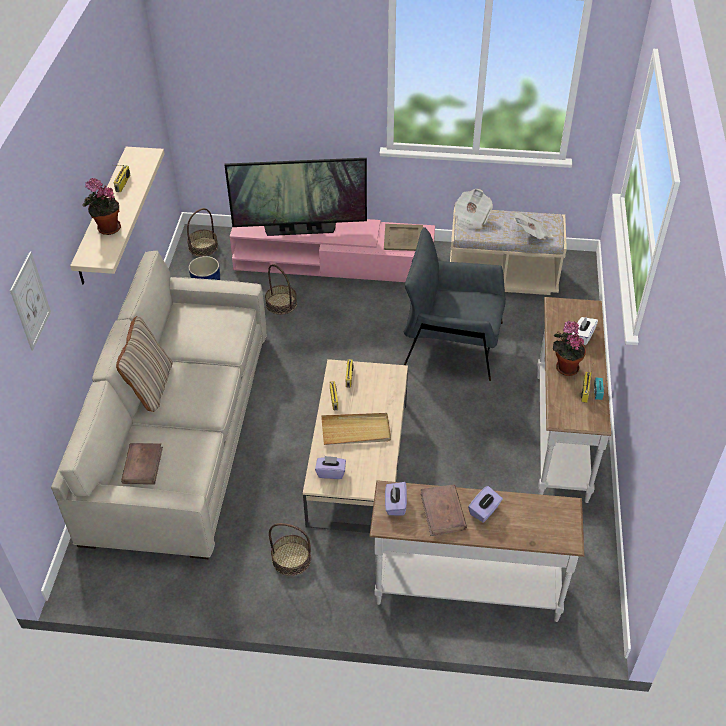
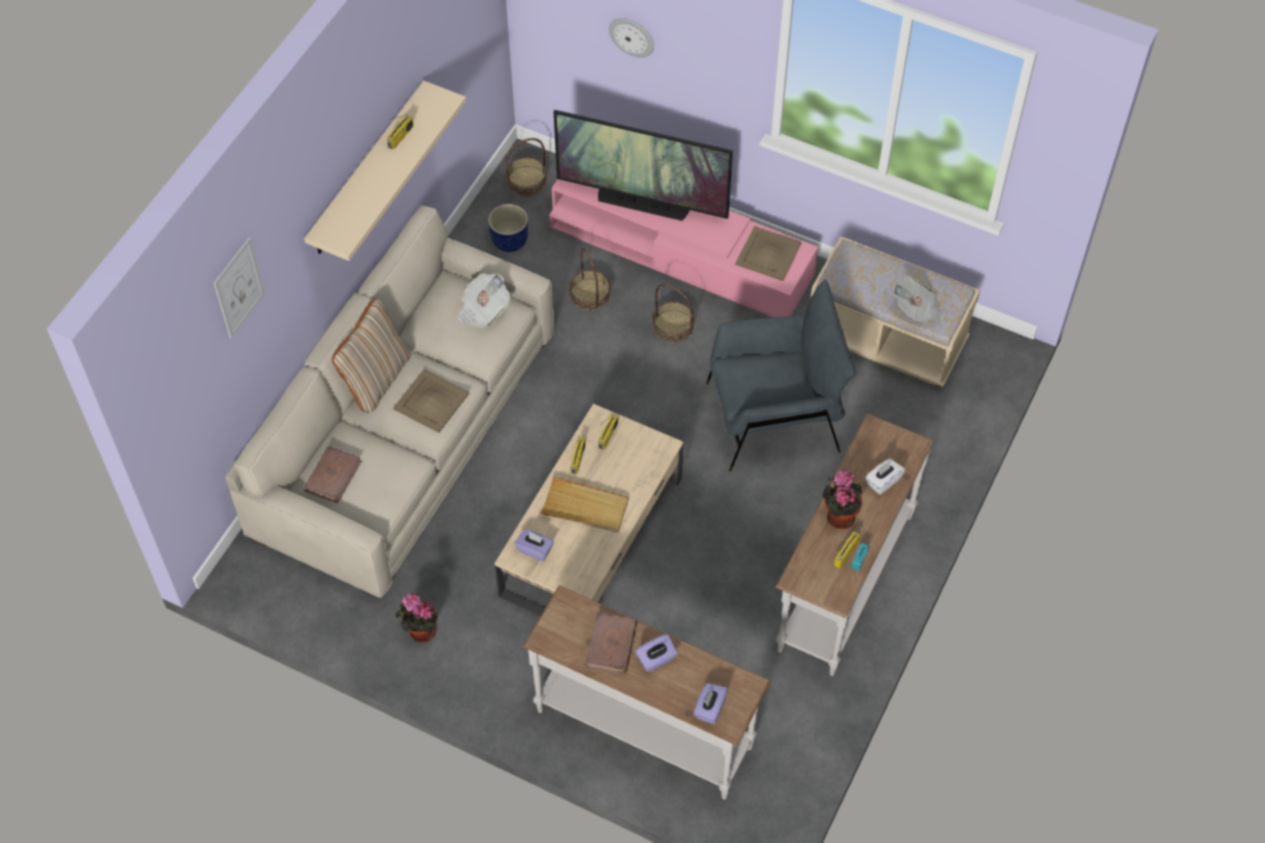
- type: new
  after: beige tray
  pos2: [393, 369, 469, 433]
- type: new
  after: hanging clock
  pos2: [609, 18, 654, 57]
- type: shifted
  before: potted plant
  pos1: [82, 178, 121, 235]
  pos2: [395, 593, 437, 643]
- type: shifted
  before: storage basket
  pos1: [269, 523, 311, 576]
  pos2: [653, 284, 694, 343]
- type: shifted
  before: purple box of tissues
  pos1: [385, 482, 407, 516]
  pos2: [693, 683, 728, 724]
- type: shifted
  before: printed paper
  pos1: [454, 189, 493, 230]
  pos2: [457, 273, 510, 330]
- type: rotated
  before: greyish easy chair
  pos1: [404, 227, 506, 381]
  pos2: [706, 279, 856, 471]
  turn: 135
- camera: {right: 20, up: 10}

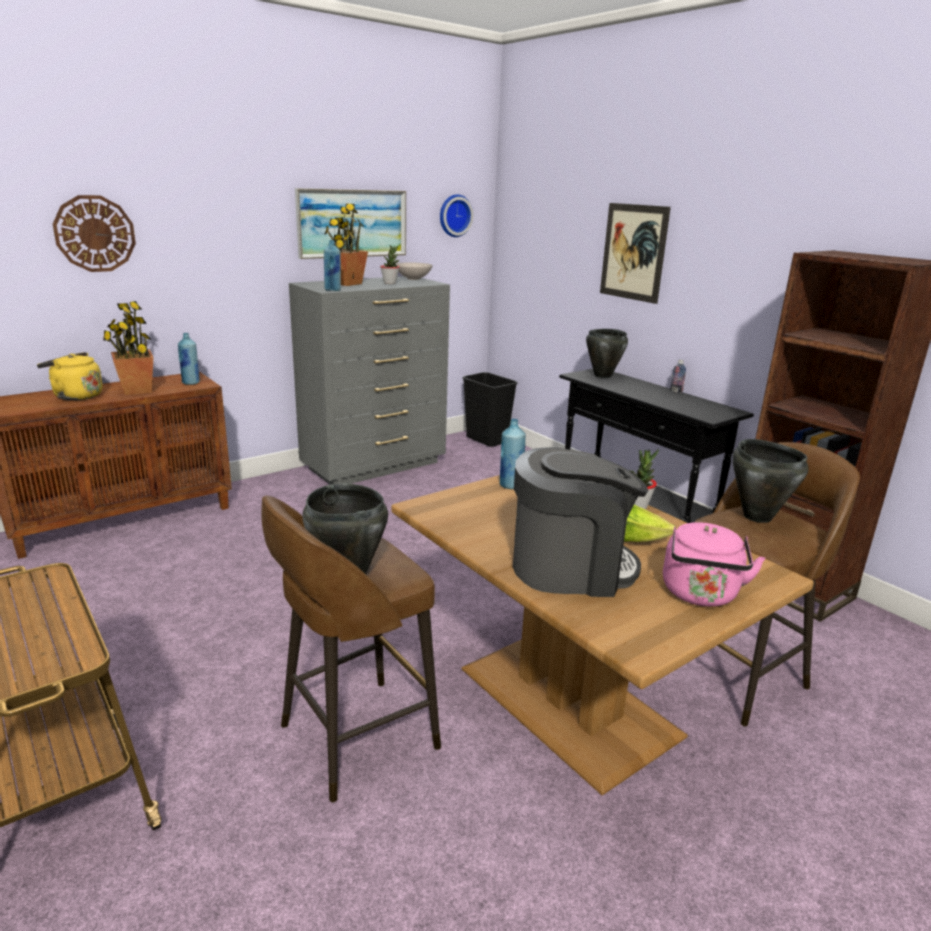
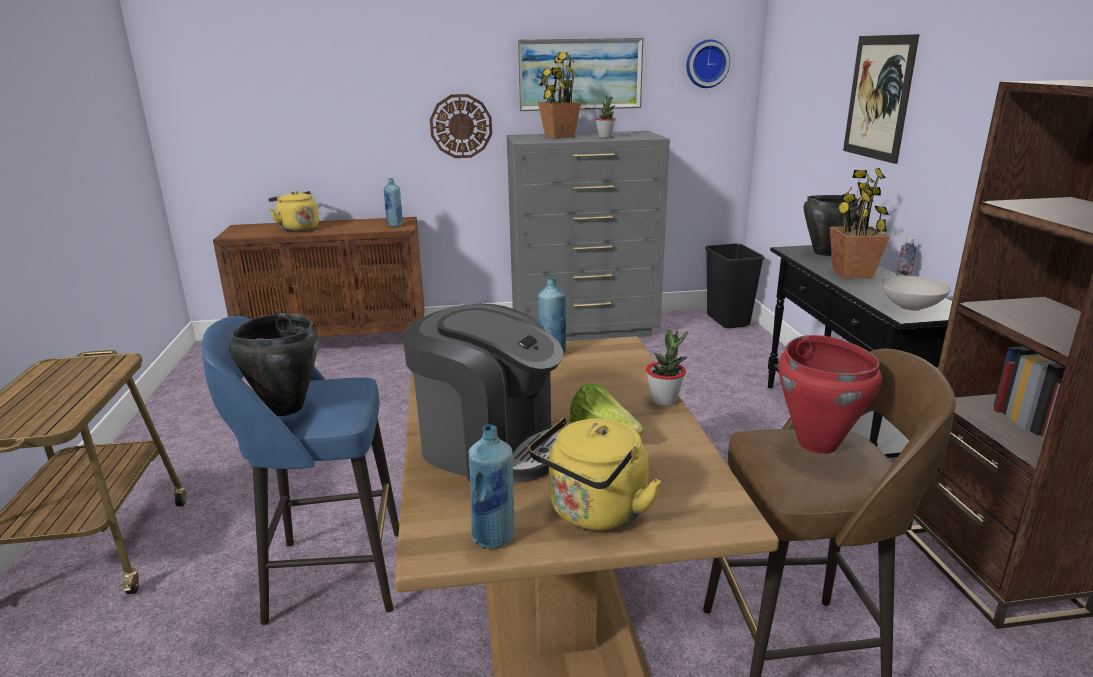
- type: shifted
  before: hanging clock
  pos1: [53, 195, 136, 272]
  pos2: [430, 94, 492, 158]
- type: shifted
  before: potted plant
  pos1: [103, 301, 153, 395]
  pos2: [830, 168, 890, 279]
- type: shifted
  before: blue beverage bottle
  pos1: [324, 240, 341, 291]
  pos2: [468, 424, 514, 549]
- type: shifted
  before: whitish deep dish
  pos1: [395, 262, 433, 280]
  pos2: [880, 275, 951, 311]
- type: repainted
  before: brown stool
  after: blue stool
  pos1: [262, 496, 441, 802]
  pos2: [202, 316, 399, 625]
- type: repainted
  before: pink water kettle
  after: yellow-coloured water kettle
  pos1: [663, 522, 765, 607]
  pos2: [529, 417, 661, 531]
- type: repainted
  before: black-coloured cooking pot
  after: red-coloured cooking pot
  pos1: [732, 439, 809, 523]
  pos2: [778, 335, 882, 454]
- camera: {right: 30, up: 0}

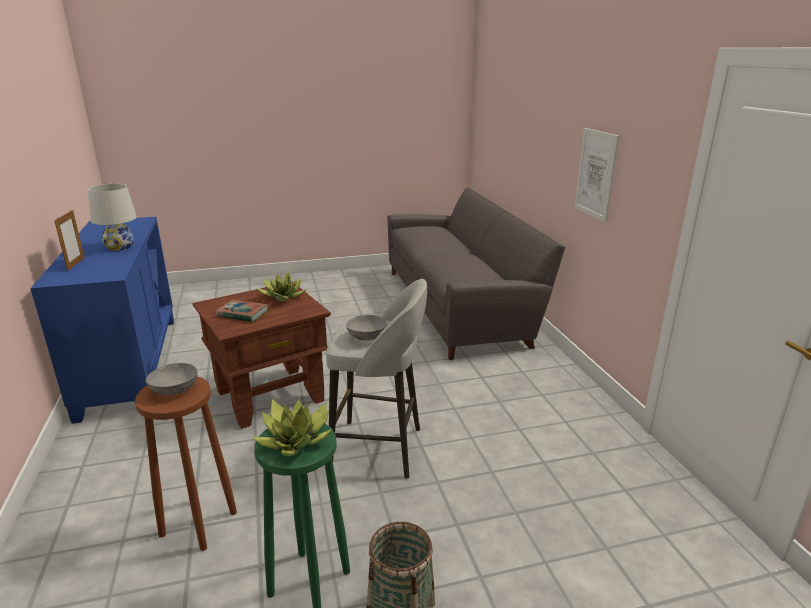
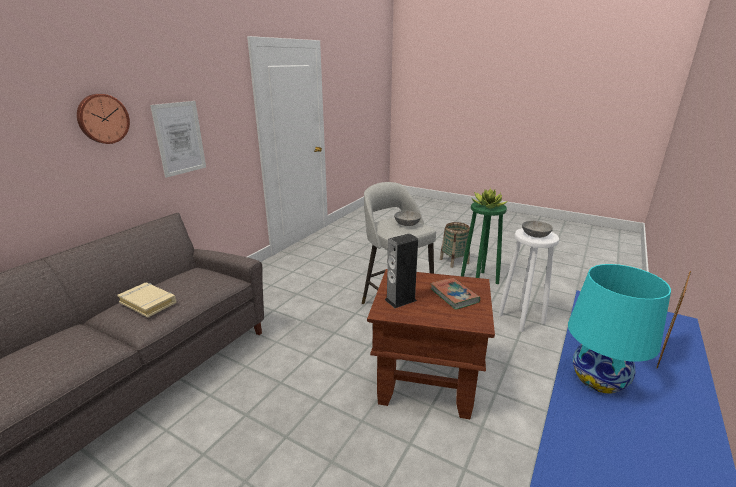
- type: new
  after: hanging clock
  pos2: [77, 94, 130, 144]
- type: new
  after: beige bound book
  pos2: [117, 282, 176, 317]
- type: swapped
  before: potted plant
  after: audio speaker
  pos1: [255, 271, 306, 301]
  pos2: [385, 233, 418, 308]
- type: repainted
  before: whitish lamp for a table
  after: blue-green lamp for a table
  pos1: [88, 184, 137, 251]
  pos2: [568, 264, 671, 394]
- type: repainted
  before: brown stool
  after: whitish stool
  pos1: [135, 376, 237, 551]
  pos2: [498, 228, 559, 332]
- camera: {right: -135, up: 0}

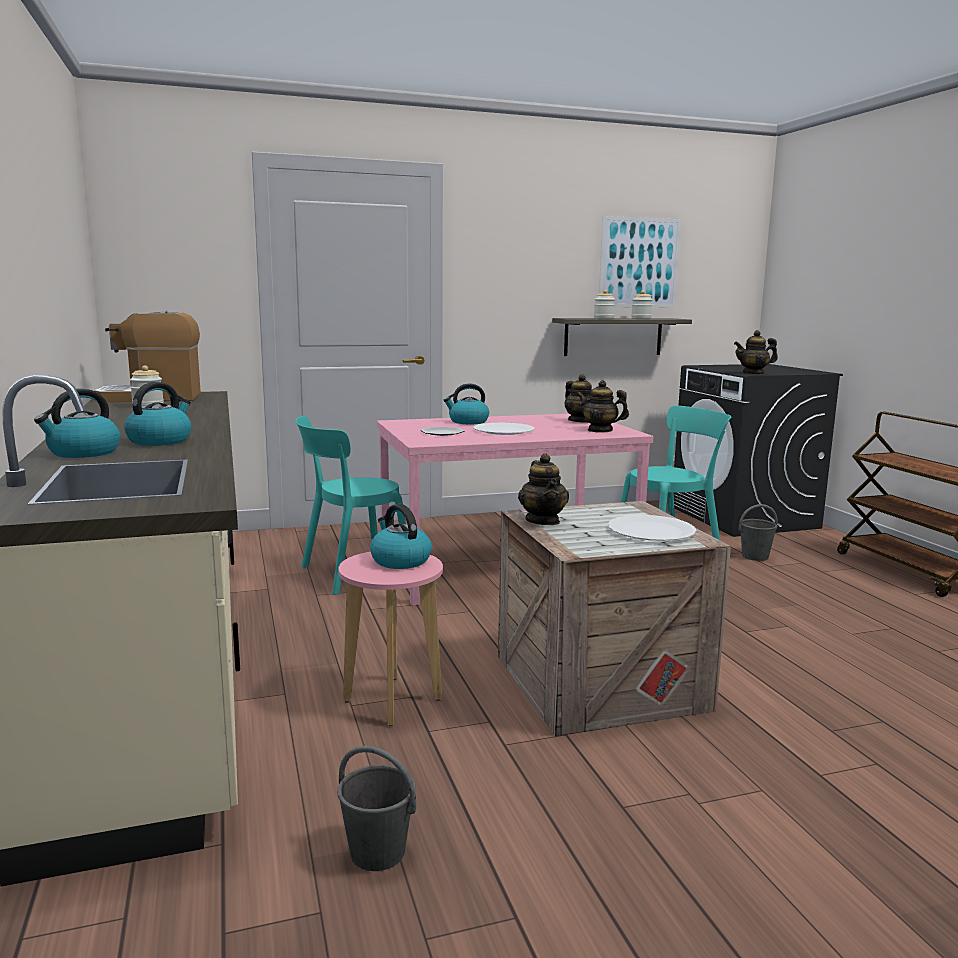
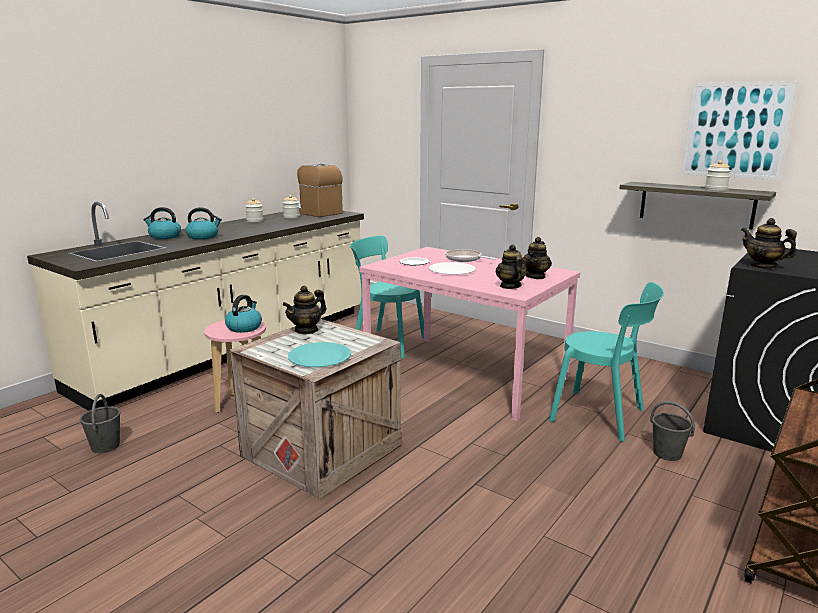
- type: shifted
  before: preserve jar
  pos1: [594, 290, 615, 319]
  pos2: [245, 198, 263, 222]
- type: swapped
  before: water kettle
  after: pan
  pos1: [443, 383, 489, 424]
  pos2: [445, 249, 496, 262]
- type: repainted
  before: whitish flat dish
  after: blue-green flat dish
  pos1: [608, 515, 696, 541]
  pos2: [288, 342, 351, 367]
- camera: {right: 55, up: 5}

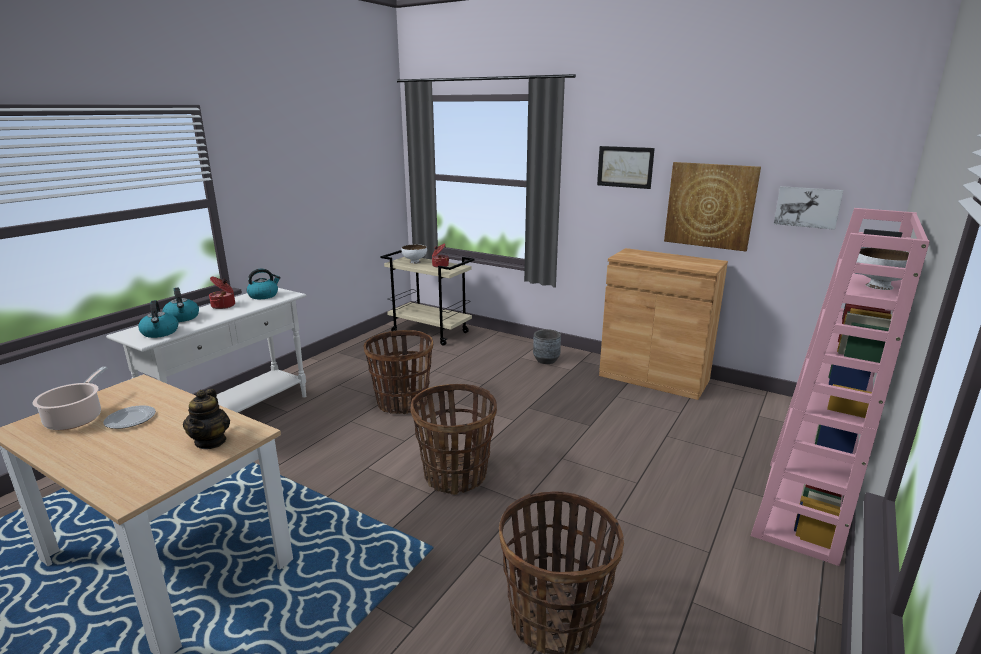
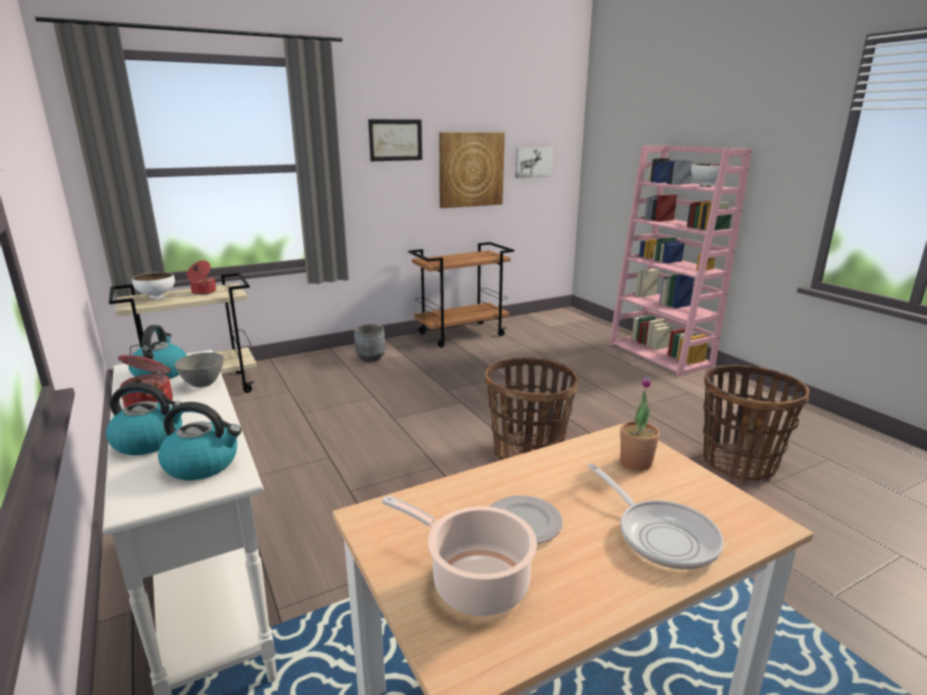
- type: gone
  before: storage basket
  pos1: [364, 330, 433, 414]
- type: new
  after: greyish deep dish
  pos2: [174, 352, 224, 387]
- type: new
  after: pan
  pos2: [588, 463, 724, 570]
- type: swapped
  before: pot for tea
  after: potted plant
  pos1: [183, 389, 230, 449]
  pos2: [620, 376, 660, 471]
- type: swapped
  before: brown cupboard
  after: brown wheeled cart
  pos1: [599, 248, 728, 400]
  pos2: [408, 242, 514, 348]
- camera: {right: -60, up: 0}

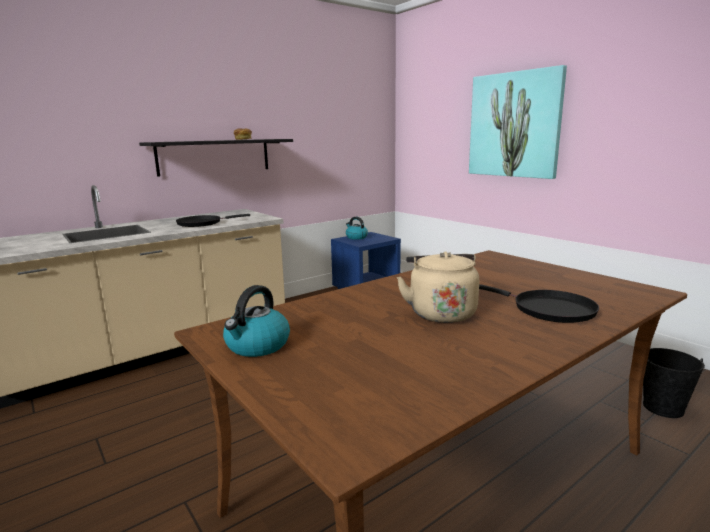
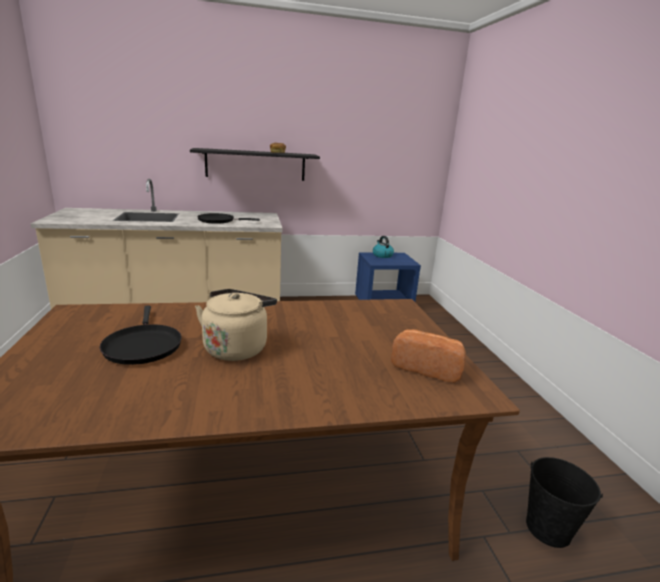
- type: gone
  before: water kettle
  pos1: [223, 285, 290, 357]
- type: gone
  before: wall picture
  pos1: [469, 65, 567, 179]
- type: new
  after: bakery bread
  pos2: [391, 329, 466, 383]
- type: shifted
  before: black-coloured pan
  pos1: [479, 284, 599, 323]
  pos2: [100, 305, 182, 365]
- camera: {right: 25, up: 5}

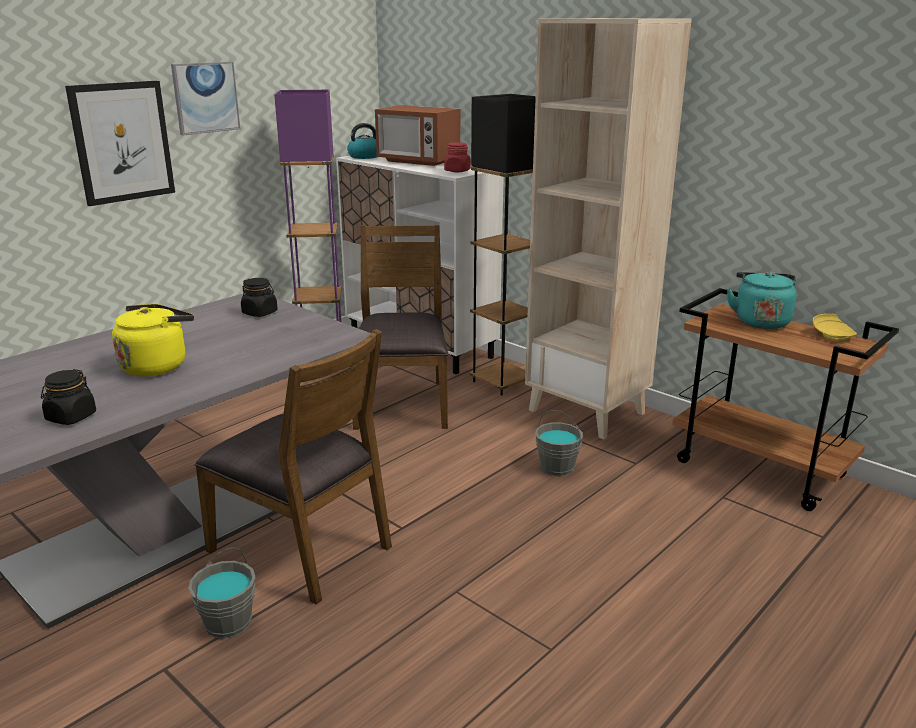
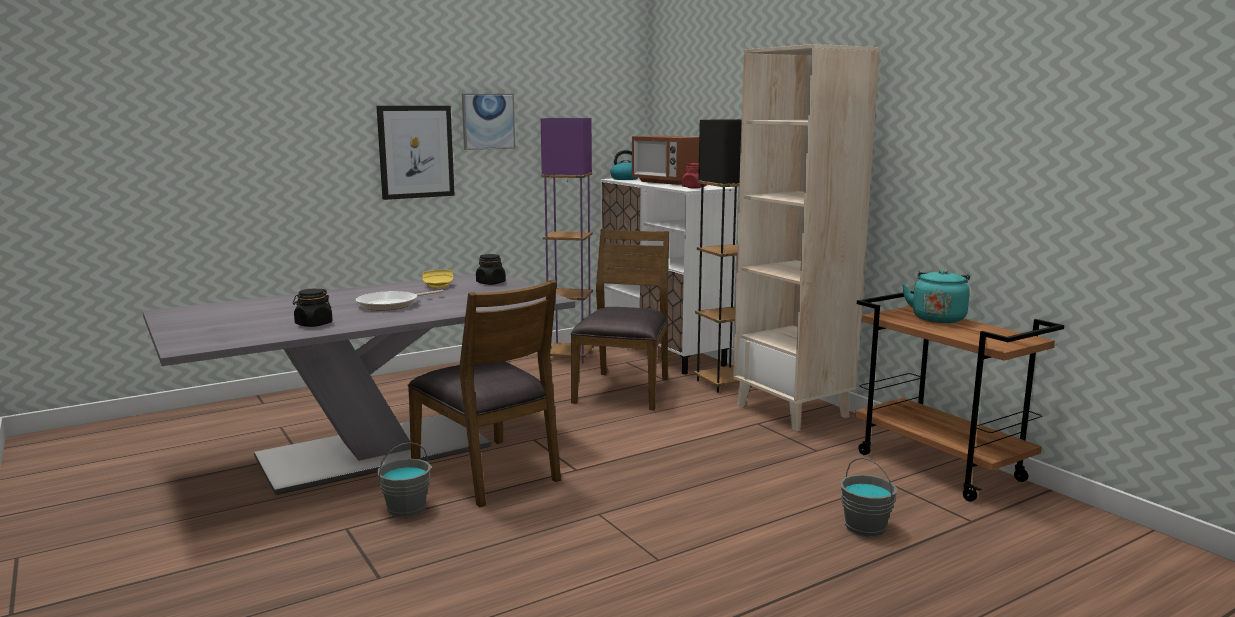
- type: shifted
  before: greyish pail
  pos1: [535, 410, 583, 476]
  pos2: [840, 458, 897, 537]
- type: shifted
  before: yellow-coloured flat dish
  pos1: [812, 314, 857, 341]
  pos2: [422, 270, 453, 288]
- type: swapped
  before: yellow-coloured water kettle
  after: pan
  pos1: [112, 304, 194, 377]
  pos2: [356, 290, 444, 310]
- camera: {right: 15, up: -10}

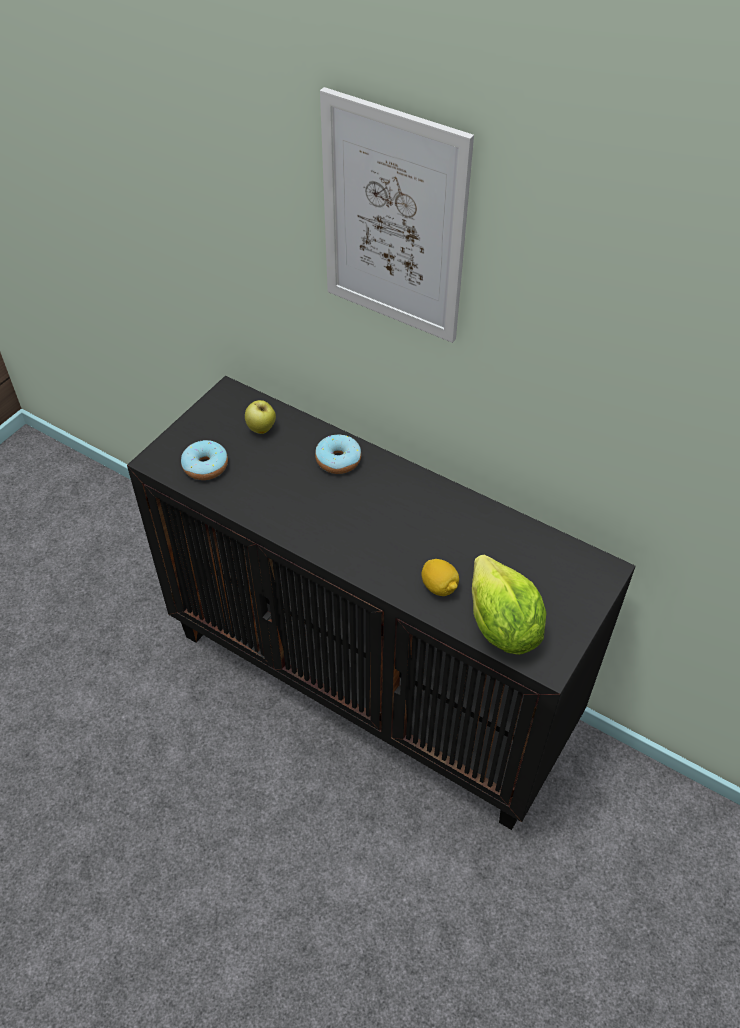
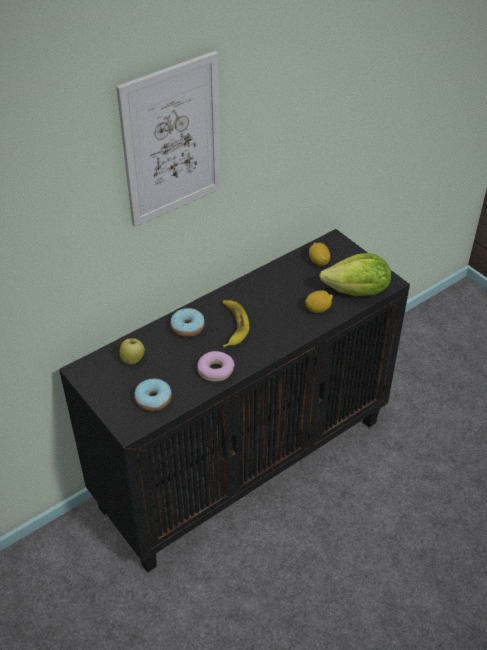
- type: new
  after: doughnut
  pos2: [197, 351, 235, 382]
- type: new
  after: banana fruit
  pos2: [223, 300, 249, 347]
- type: new
  after: lemon
  pos2: [309, 243, 330, 266]
- camera: {right: -70, up: -5}

